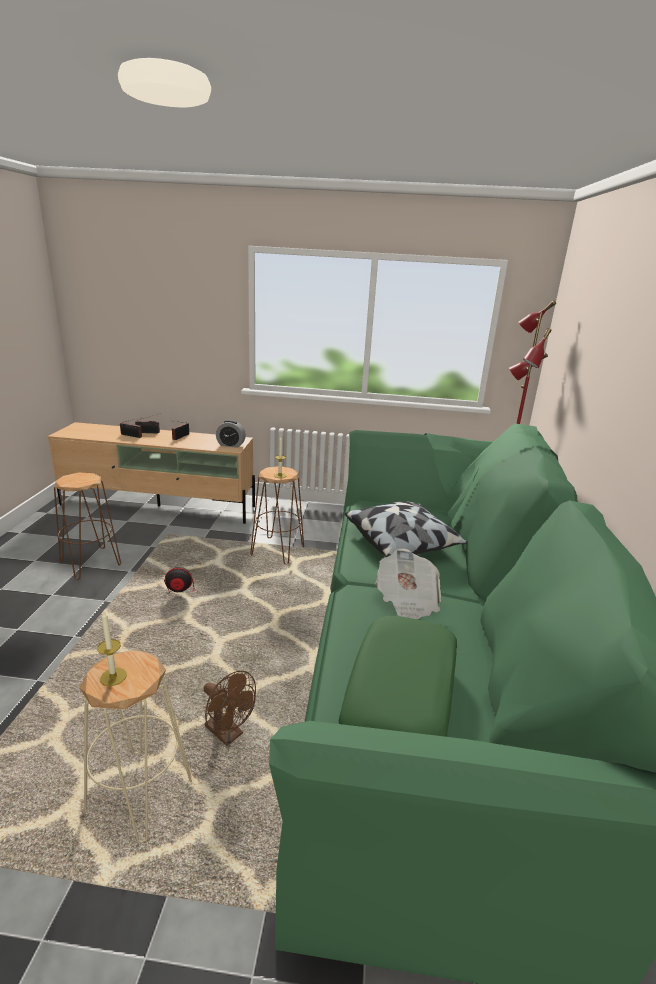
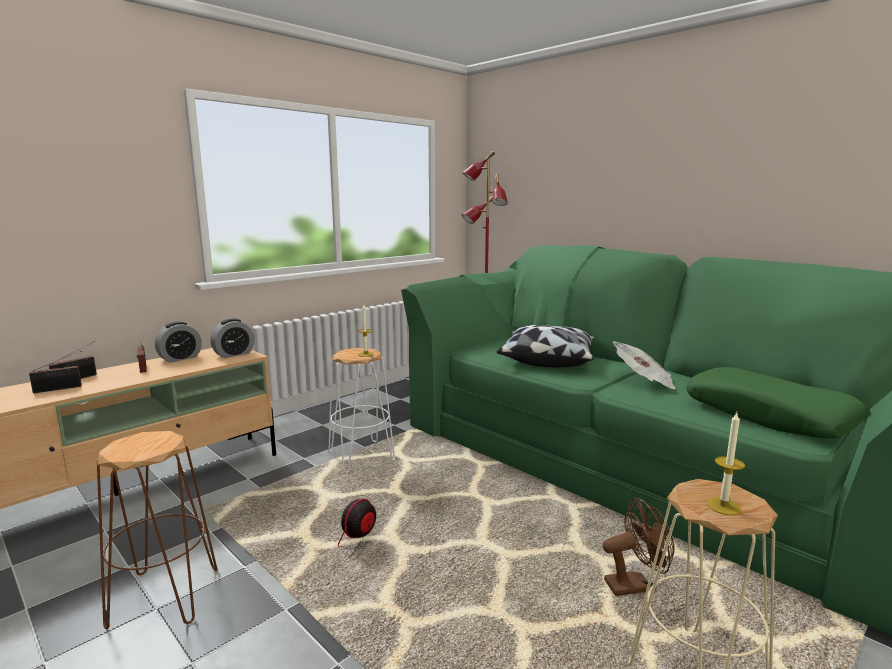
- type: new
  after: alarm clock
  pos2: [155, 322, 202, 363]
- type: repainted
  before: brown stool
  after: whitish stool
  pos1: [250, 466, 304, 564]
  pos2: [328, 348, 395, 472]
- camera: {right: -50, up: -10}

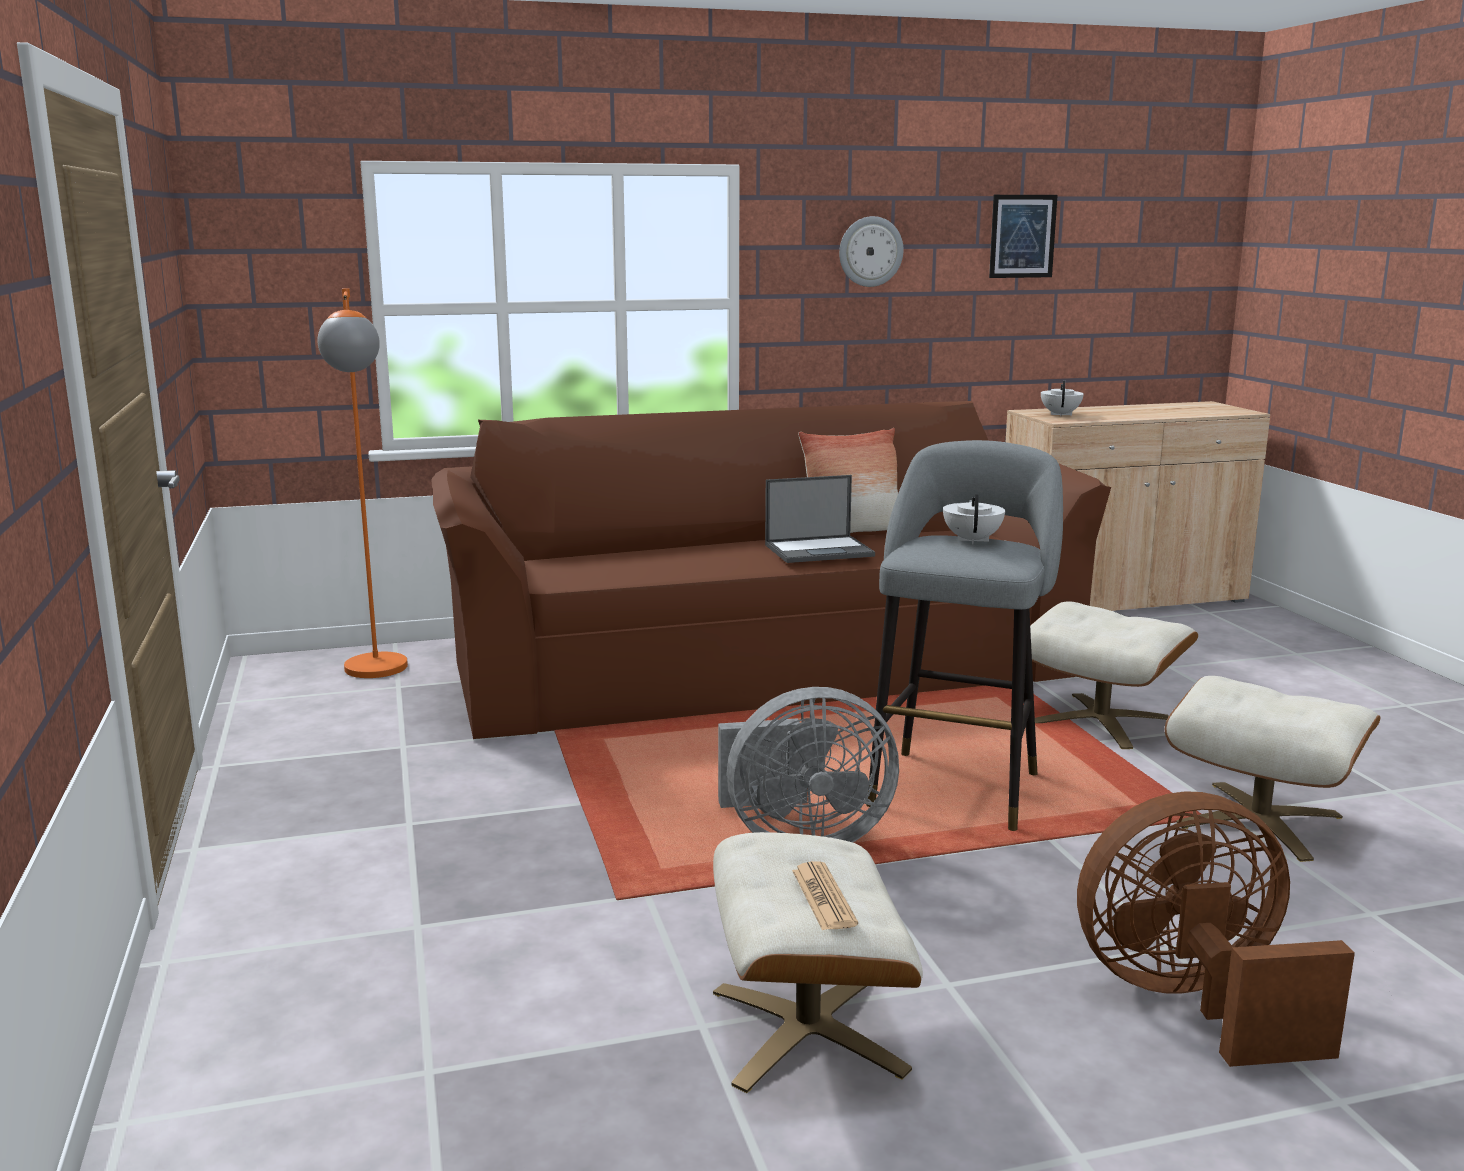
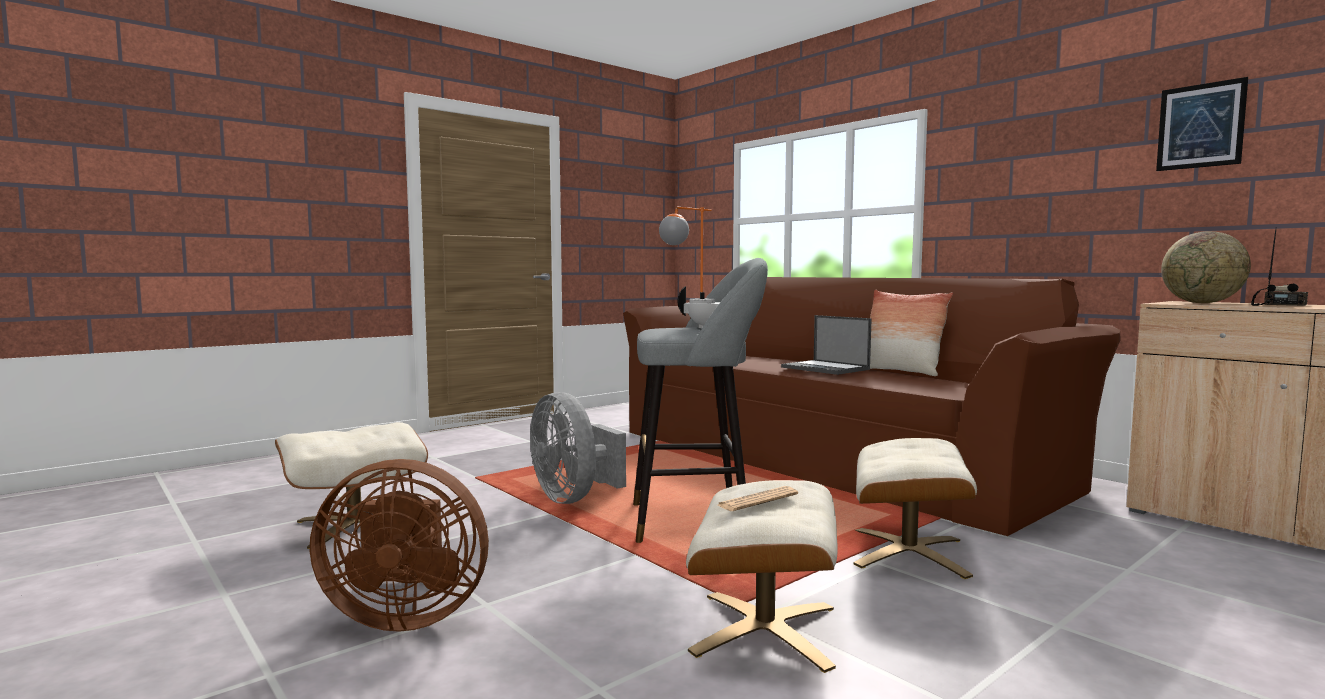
- type: gone
  before: hanging clock
  pos1: [839, 216, 903, 287]
- type: new
  after: radio
  pos2: [1251, 229, 1308, 306]
- type: shifted
  before: printed paper
  pos1: [792, 861, 858, 930]
  pos2: [718, 486, 798, 511]
- type: swapped
  before: whitish pot for tea
  after: world globe
  pos1: [1041, 381, 1084, 416]
  pos2: [1161, 231, 1251, 303]
- type: rotated
  before: brown cooling fan
  pos1: [1077, 791, 1355, 1067]
  pos2: [310, 459, 489, 632]
  turn: 120
- camera: {right: 65, up: -10}

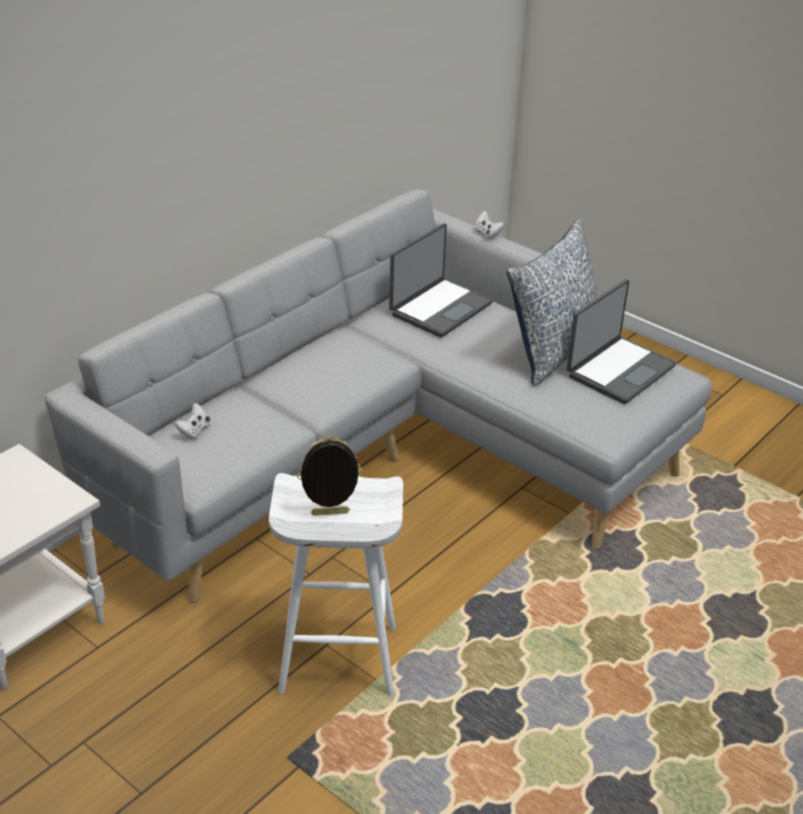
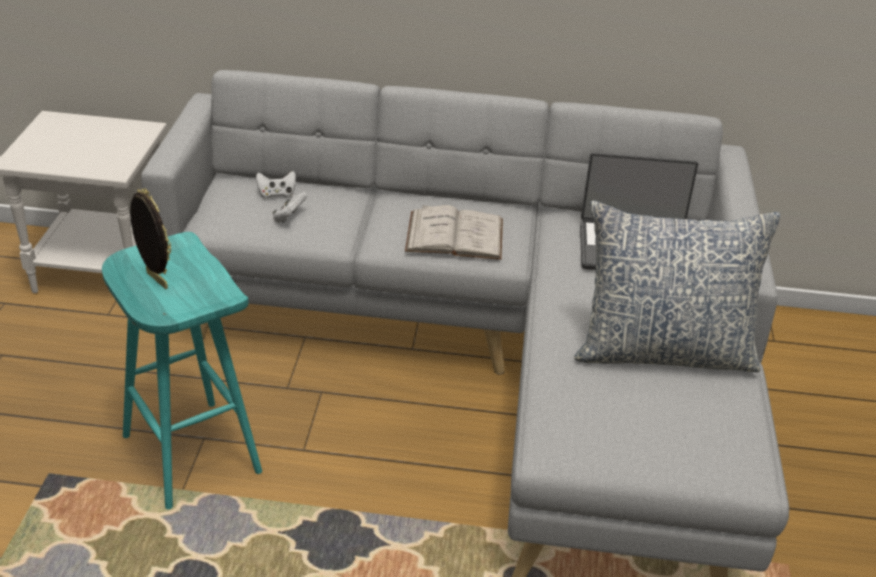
- type: gone
  before: notebook computer
  pos1: [567, 279, 676, 404]
- type: new
  after: whitish bound book
  pos2: [405, 205, 503, 260]
- type: shifted
  before: whitish game controller
  pos1: [474, 211, 505, 239]
  pos2: [273, 192, 308, 223]
- type: repainted
  before: whitish stool
  after: blue-green stool
  pos1: [269, 473, 403, 696]
  pos2: [102, 232, 262, 509]
- camera: {right: 55, up: 0}

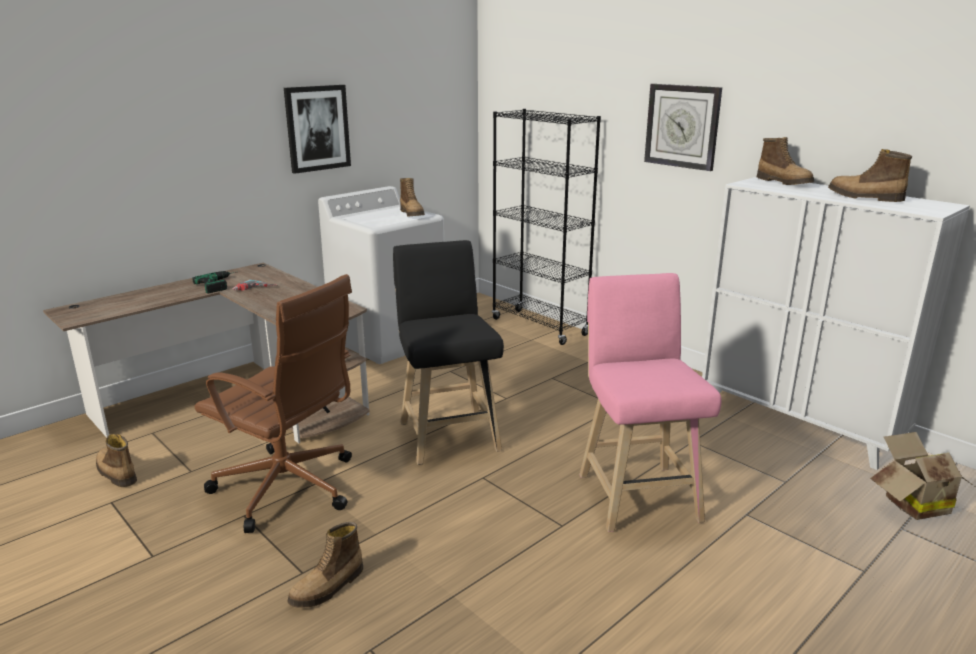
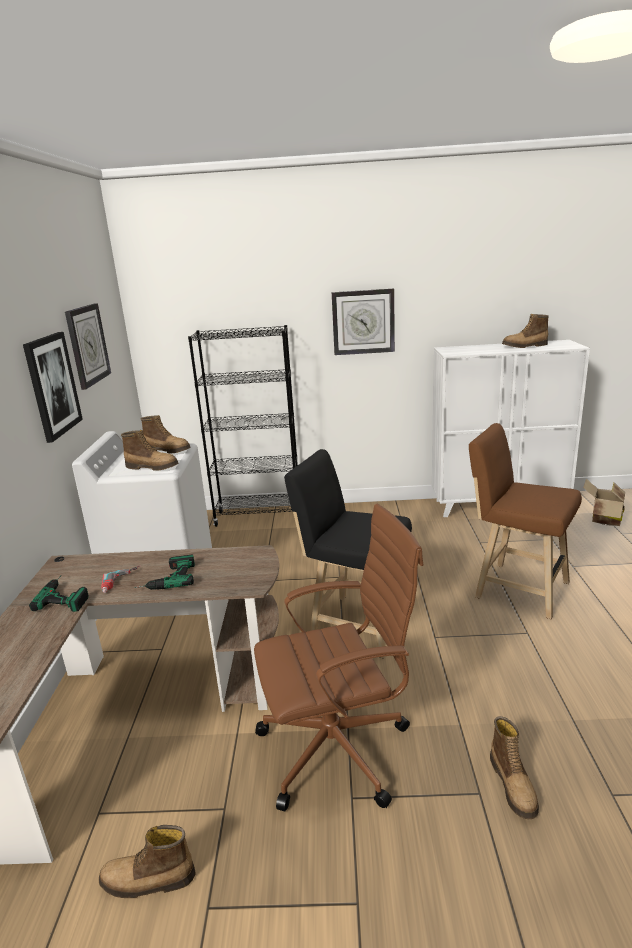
- type: new
  after: hanging clock
  pos2: [65, 303, 111, 390]
- type: new
  after: drill
  pos2: [134, 554, 195, 590]
- type: shifted
  before: high-top boot
  pos1: [757, 137, 814, 185]
  pos2: [121, 430, 178, 471]
- type: repainted
  before: pink stool
  after: brown stool
  pos1: [579, 273, 722, 532]
  pos2: [469, 423, 582, 619]
- camera: {right: -45, up: 0}

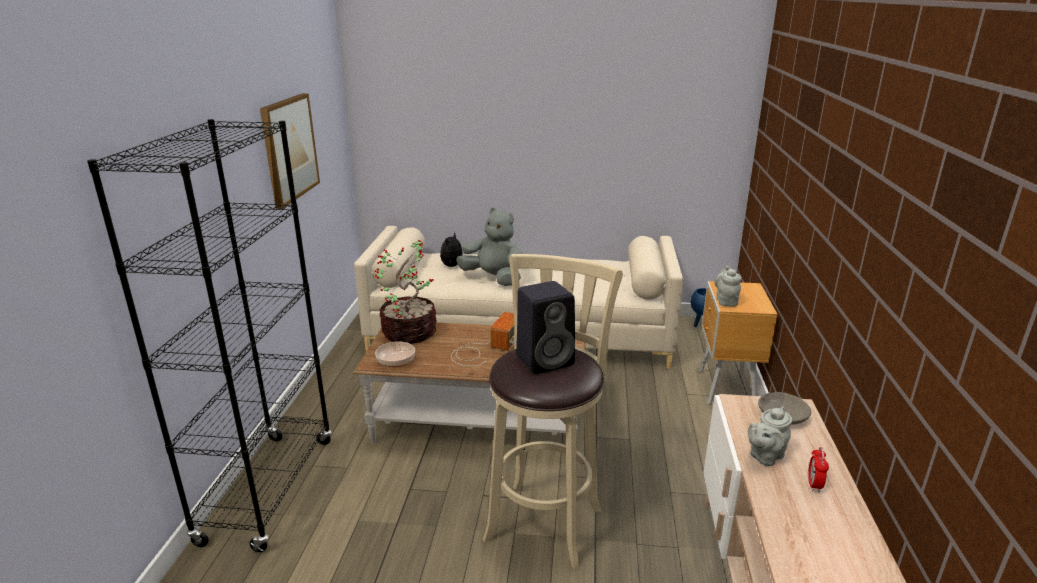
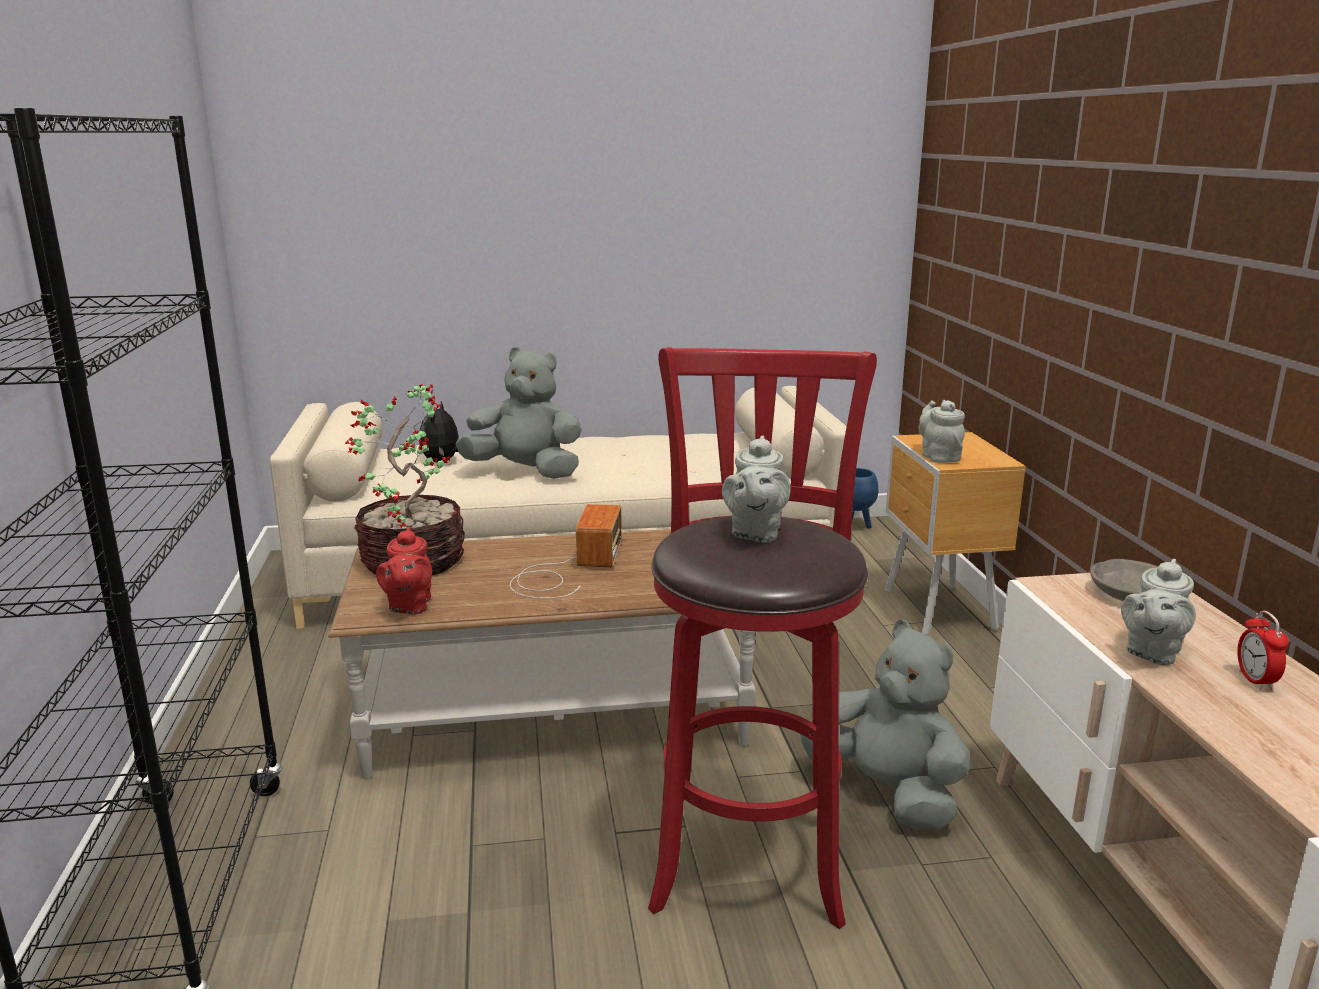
- type: gone
  before: wall picture
  pos1: [260, 93, 320, 209]
- type: new
  after: greyish soft toy
  pos2: [800, 620, 970, 829]
- type: swapped
  before: deep dish
  after: red-coloured pot for tea
  pos1: [375, 342, 415, 368]
  pos2: [376, 527, 432, 615]
- type: swapped
  before: black-coloured audio speaker
  after: greyish pot for tea
  pos1: [516, 281, 575, 374]
  pos2: [722, 435, 791, 543]
- type: repainted
  before: beige stool
  after: red-coloured stool
  pos1: [483, 254, 623, 570]
  pos2: [648, 347, 877, 929]
- camera: {right: -15, up: -5}

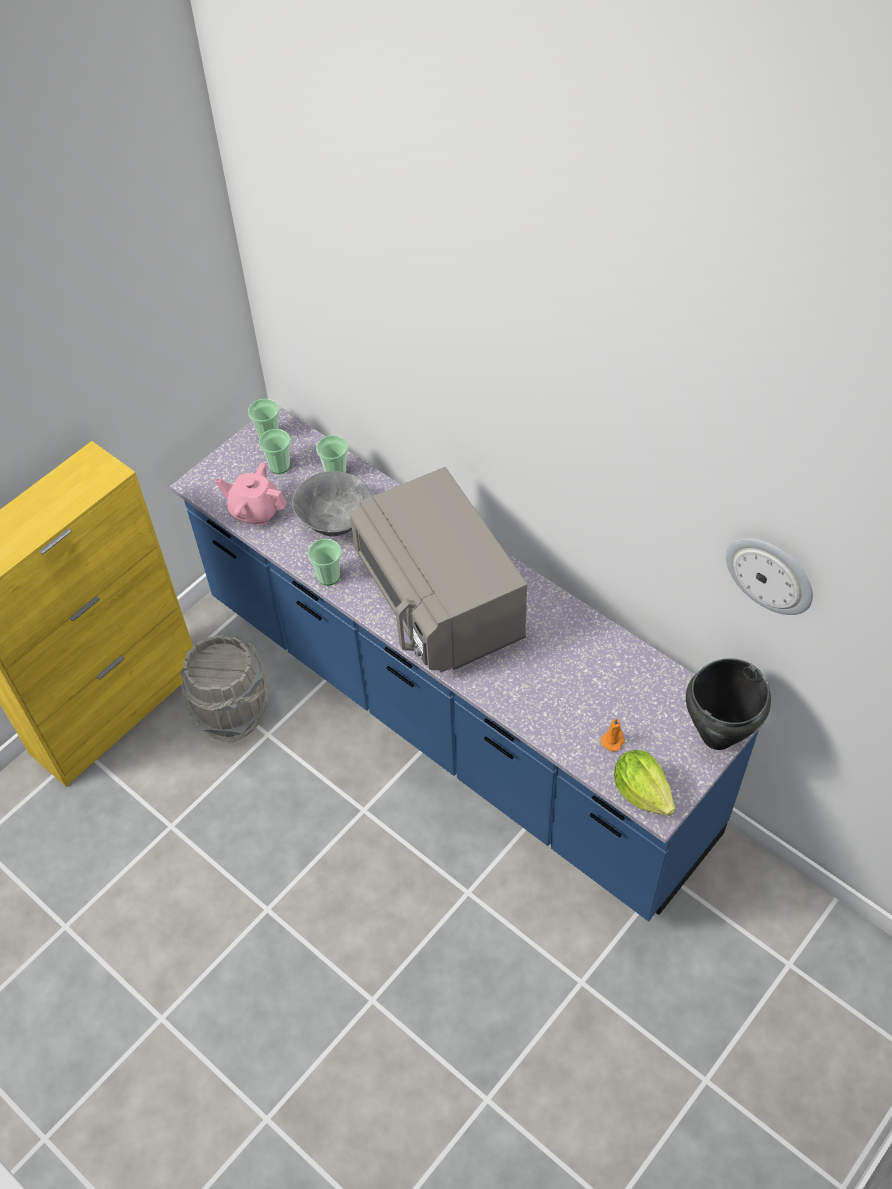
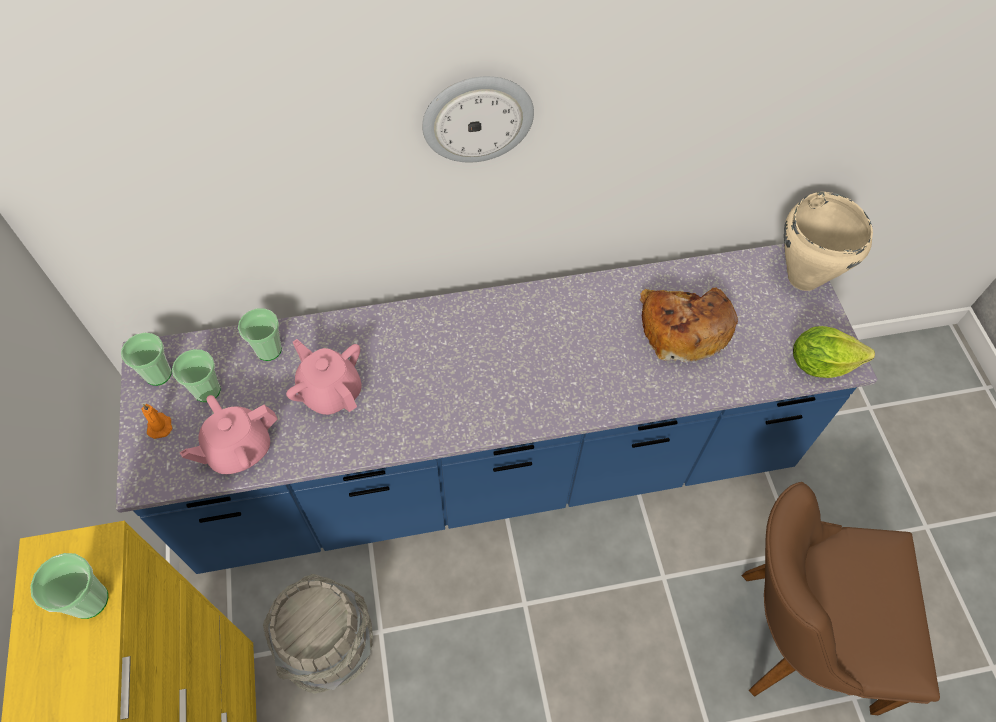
- type: gone
  before: greyish microwave oven
  pos1: [350, 467, 527, 673]
- type: new
  after: bakery bread
  pos2: [640, 287, 738, 362]
- type: new
  after: brown plain chair
  pos2: [742, 482, 940, 715]
- type: shifted
  before: drinking cup
  pos1: [308, 539, 342, 585]
  pos2: [30, 553, 108, 619]
- type: shifted
  before: orange-coloured wax candle
  pos1: [601, 718, 625, 751]
  pos2: [142, 404, 172, 439]
- type: shifted
  before: hanging clock
  pos1: [726, 538, 813, 615]
  pos2: [422, 76, 534, 163]
- type: swapped
  before: greyish deep dish
  after: pink pot for tea
  pos1: [292, 471, 372, 536]
  pos2: [286, 339, 362, 415]
- type: repainted
  before: black-coloured cooking pot
  after: beige cooking pot
  pos1: [686, 658, 771, 750]
  pos2: [784, 192, 873, 291]
- camera: {right: -55, up: 5}

